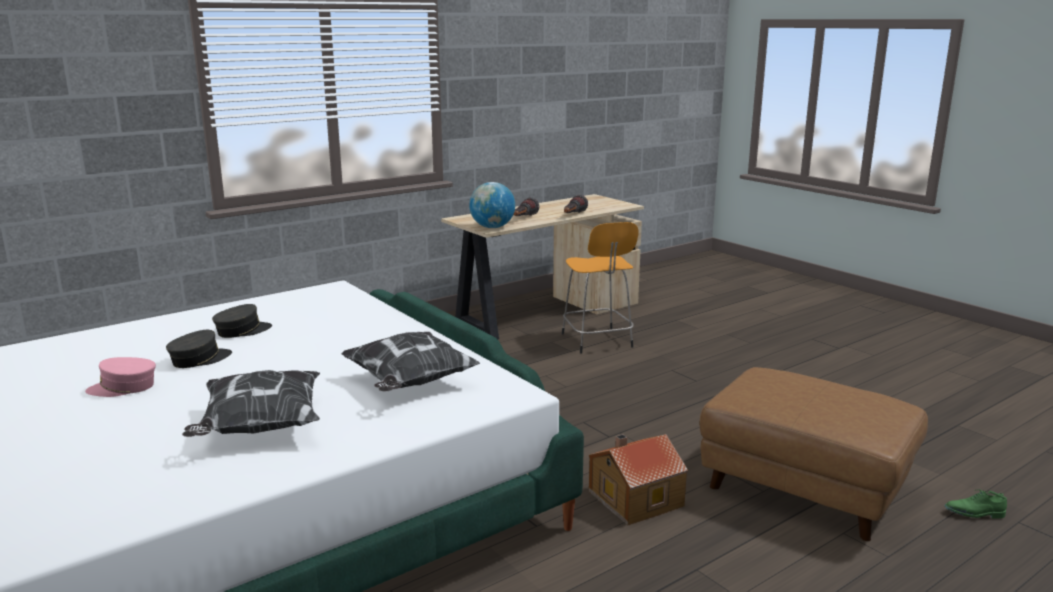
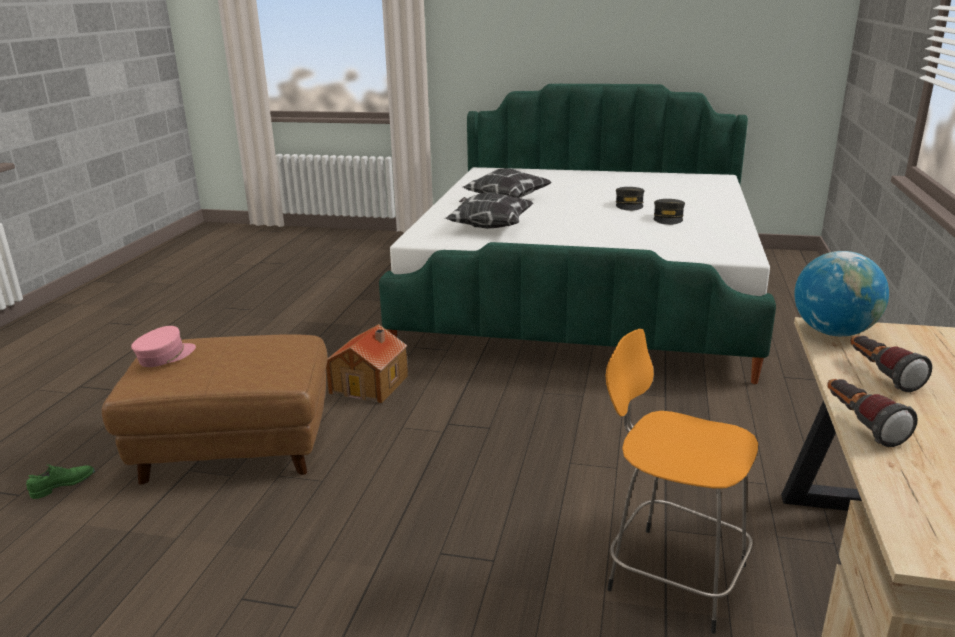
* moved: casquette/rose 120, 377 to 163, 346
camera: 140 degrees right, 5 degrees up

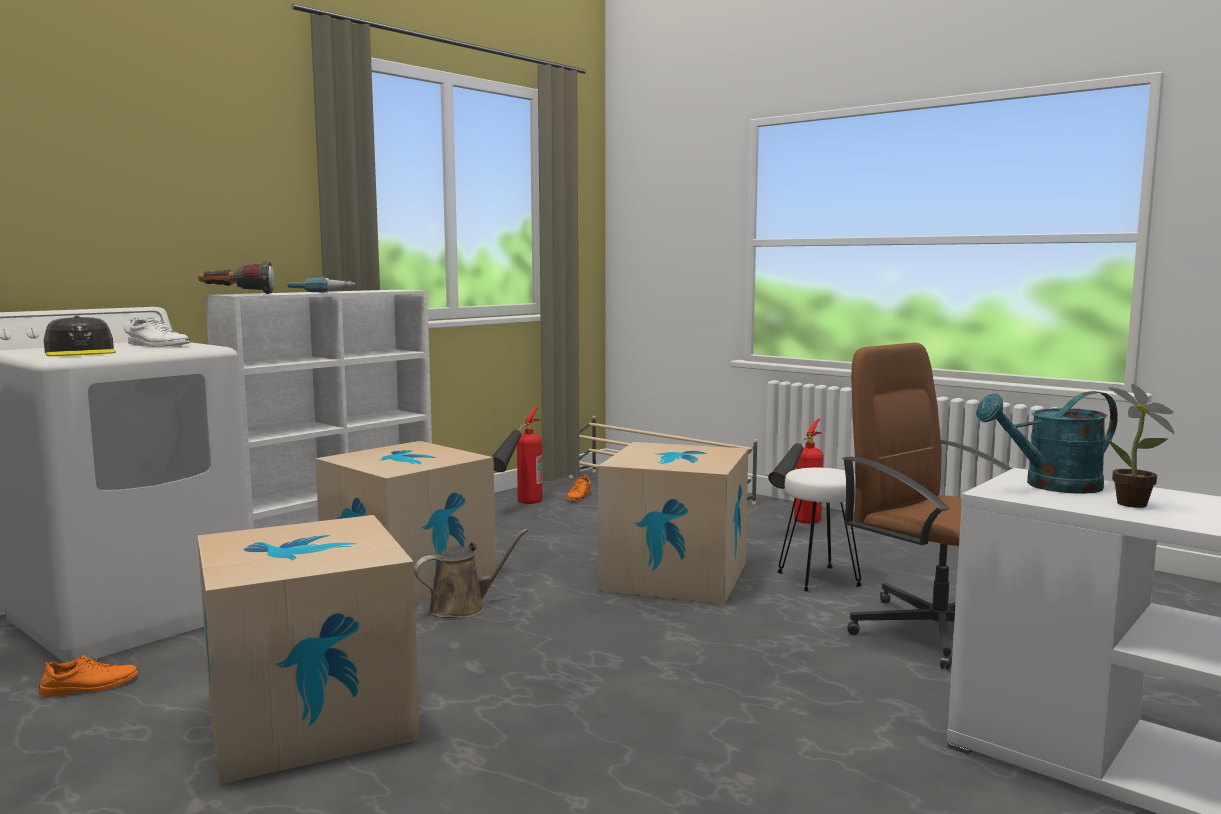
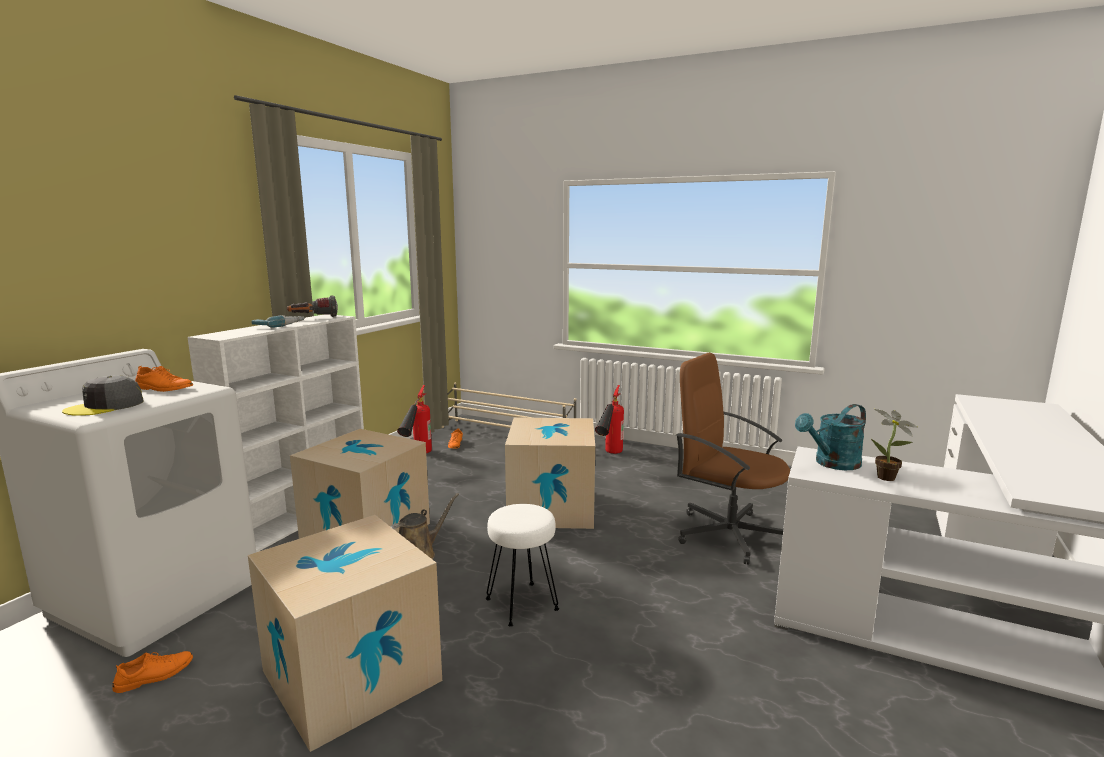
* turned: casquette/gris 80, 336 = 102, 395 90 degrees clockwise
* recoloured: chaussure/blanc 159, 332 to chaussure/orange 164, 379
* moved: lampe de poche 236, 277 to 312, 306
* moved: tabouret/blanc 819, 530 to 522, 565
camera: 15 degrees left, 5 degrees up

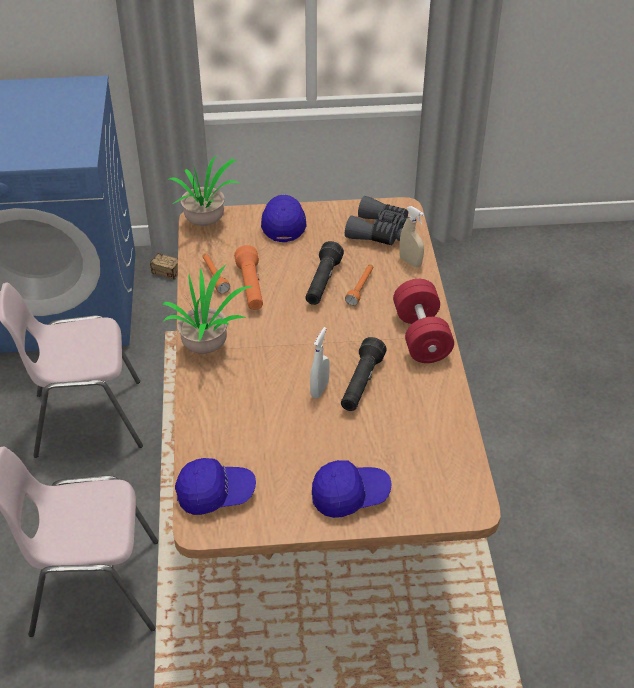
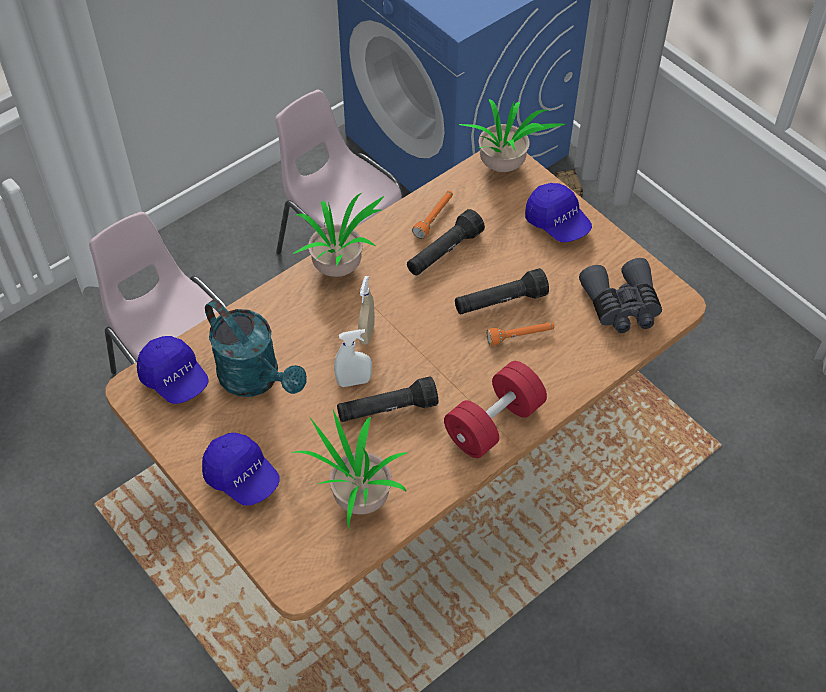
* recoloured: lampe de poche/orange 248, 277 to lampe de poche/noir 446, 242
* turned: casquette/bleu 283, 218 = 558, 212 90 degrees clockwise
* moved: vaporisateur/beige 411, 236 to 366, 310
* added: arrosoir/turquoise 256, 348
* added: plante en pot 349, 470
camera: 55 degrees right, 10 degrees up

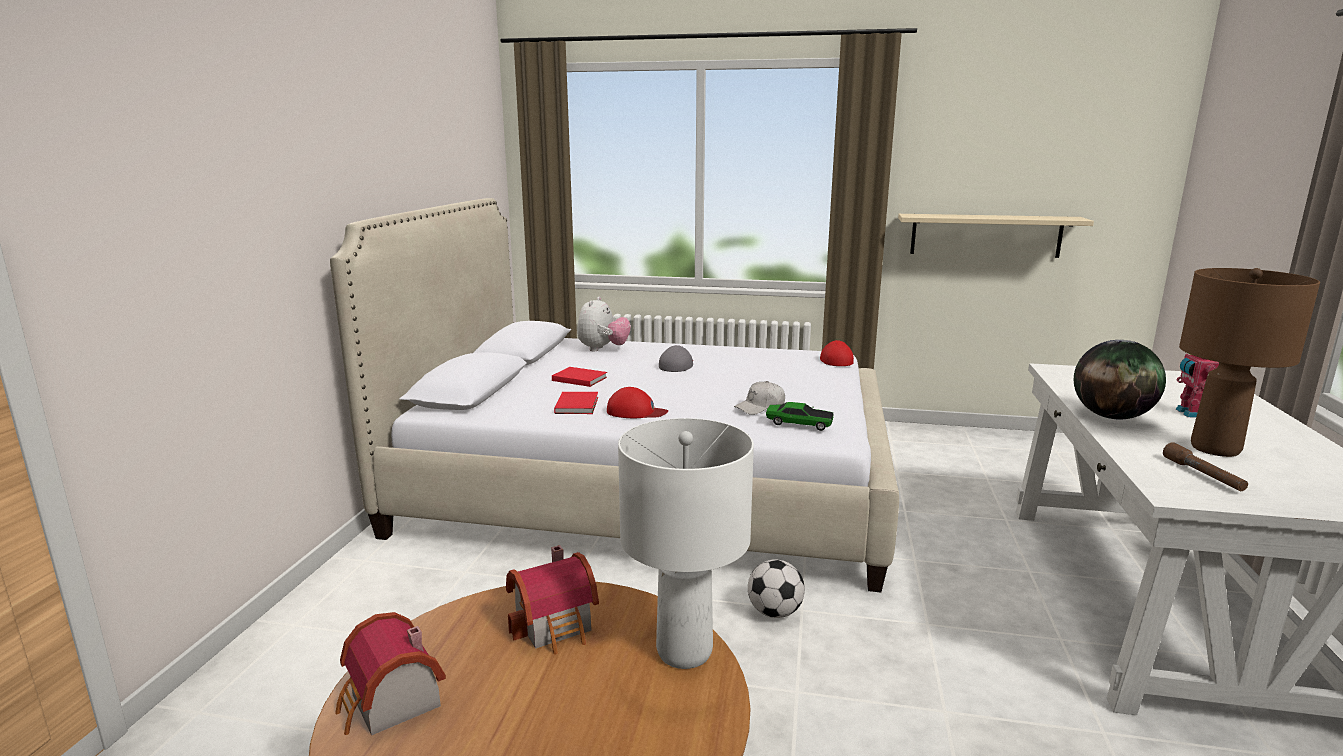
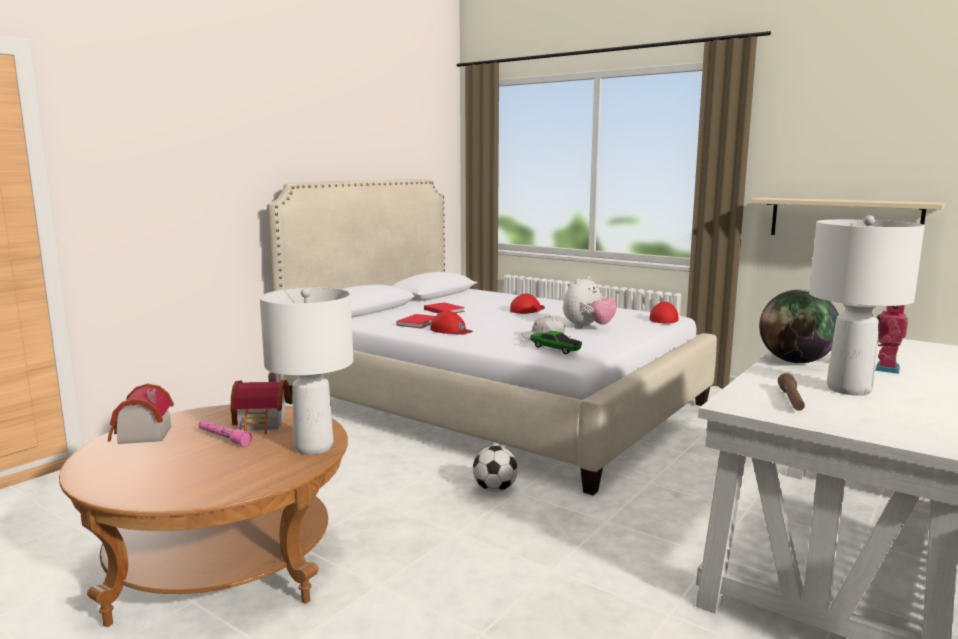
* moved: peluche 604, 324 to 590, 302
* recoloured: casquette/gris 676, 358 to casquette/rouge 527, 304
* recoloured: lampe de table/marron 1249, 362 to lampe de table/blanc 867, 305
* added: lampe de poche/rose 225, 433
camera: 25 degrees right, 5 degrees down

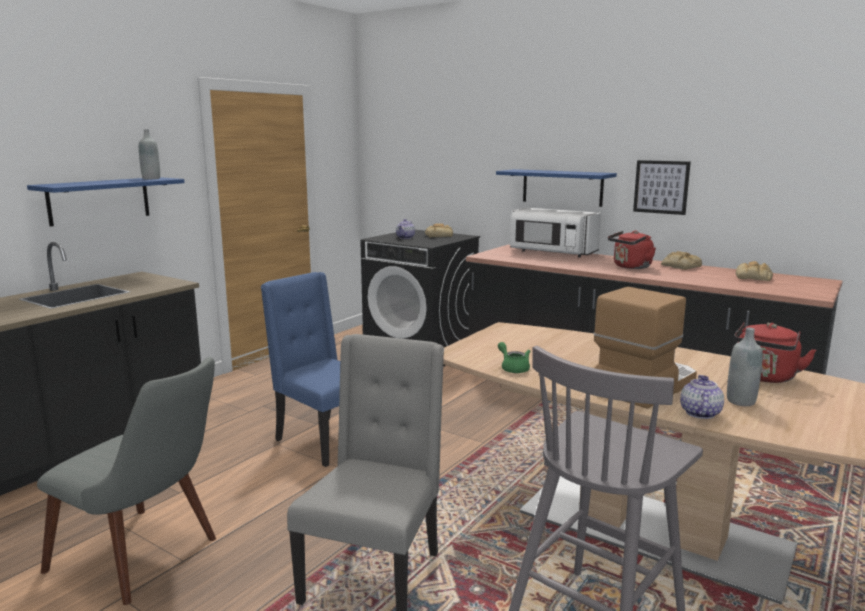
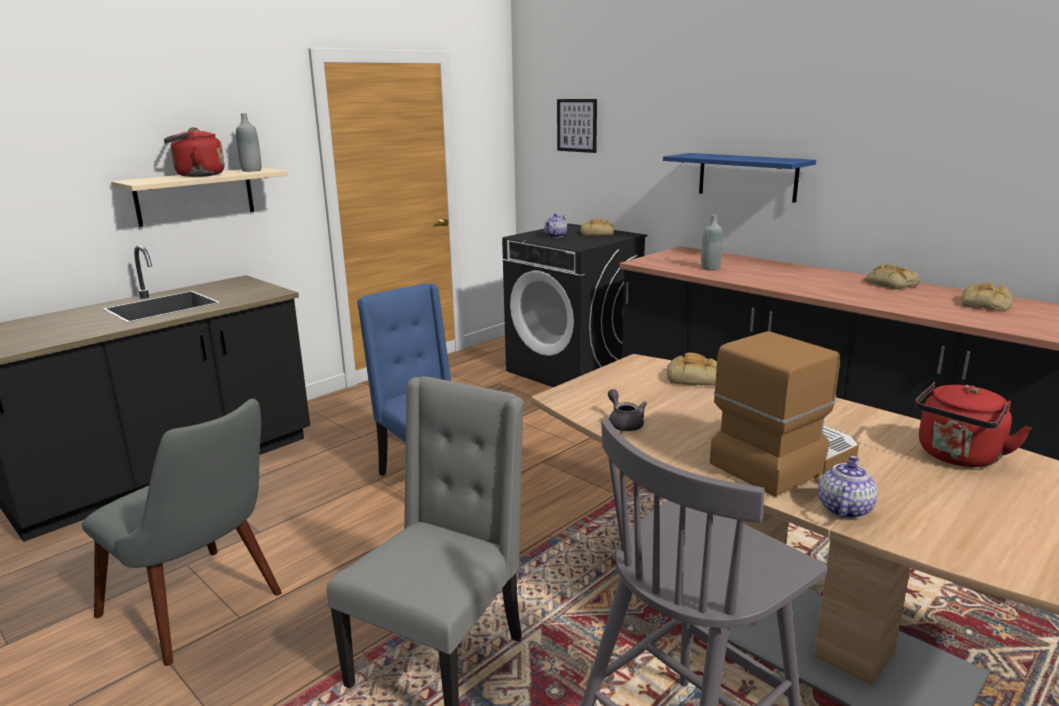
* recoloured: étagère/bleu 106, 202 to étagère/beige 199, 197
* recoloured: théière/vert 514, 357 to théière/gris 627, 410
* removed: micro-ondes/blanc 555, 232
* moved: bouilloire/rouge 632, 250 to 194, 152
* moved: tableau 662, 187 to 577, 126
* moved: bouteille/gris 745, 367 to 712, 242
* added: pain 692, 369
camera: 10 degrees right, 5 degrees up

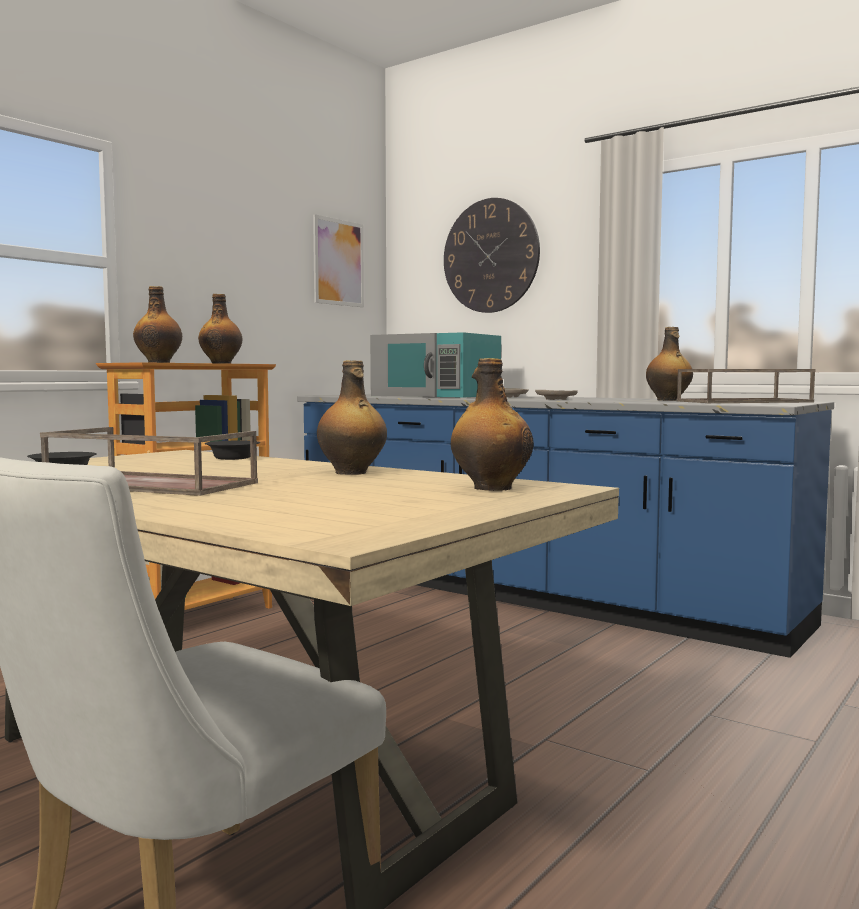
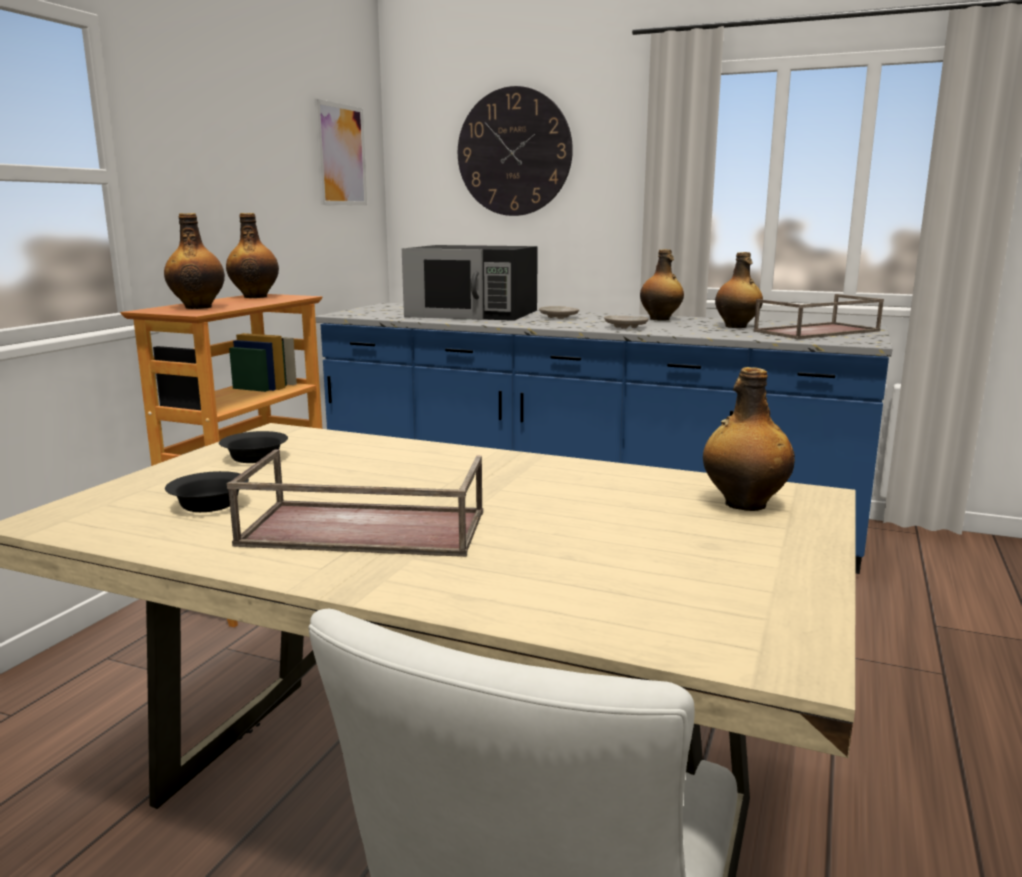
* moved: bol/noir 232, 450 to 253, 447
* moved: bouteille 352, 417 to 662, 285
* recoloured: micro-ondes/turquoise 435, 365 to micro-ondes/noir 470, 283
camera: 15 degrees left, 10 degrees up

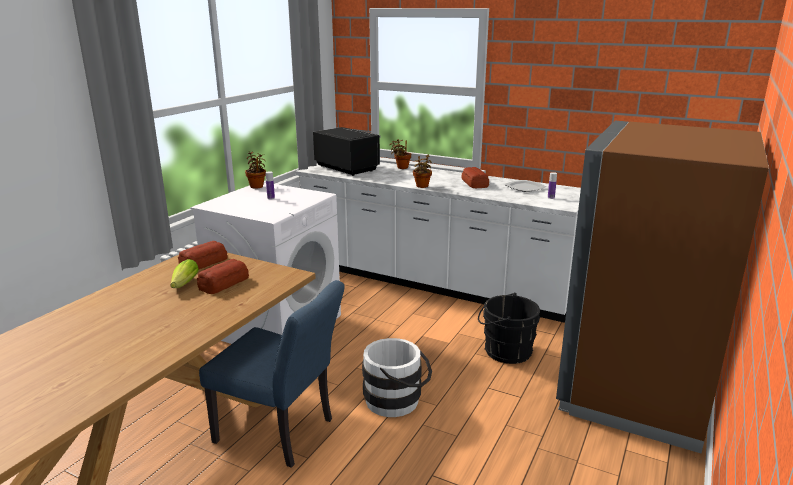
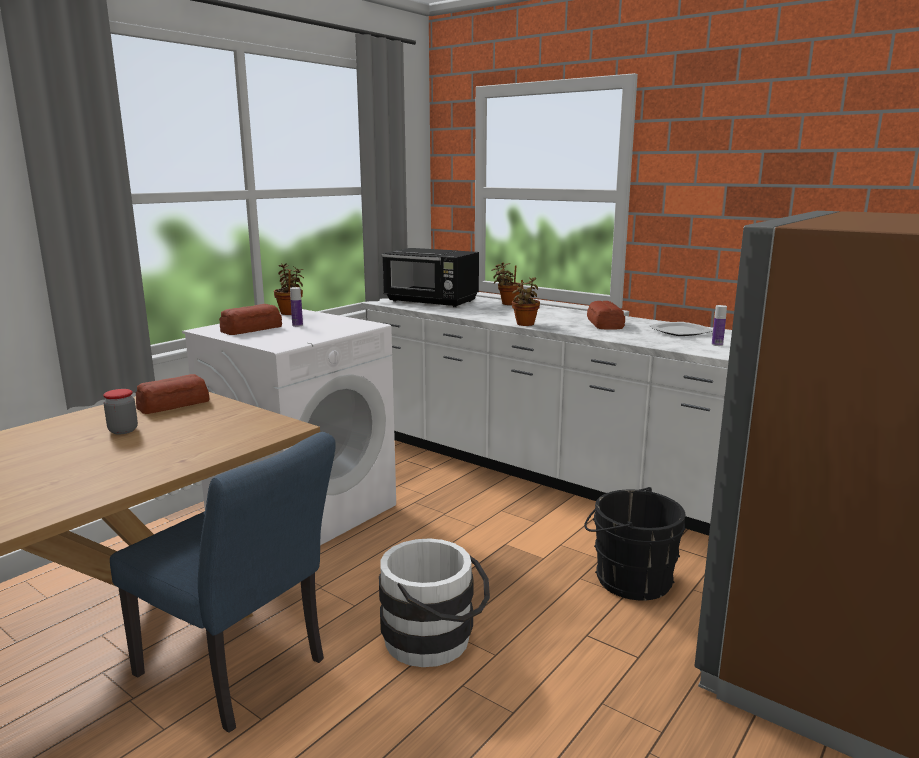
* replaced: laitue 185, 273 to bocal 120, 411
* moved: pain 223, 276 to 250, 319
* turned: micro-ondes/noir 346, 151 = 430, 277 150 degrees clockwise
camera: 10 degrees right, 5 degrees down

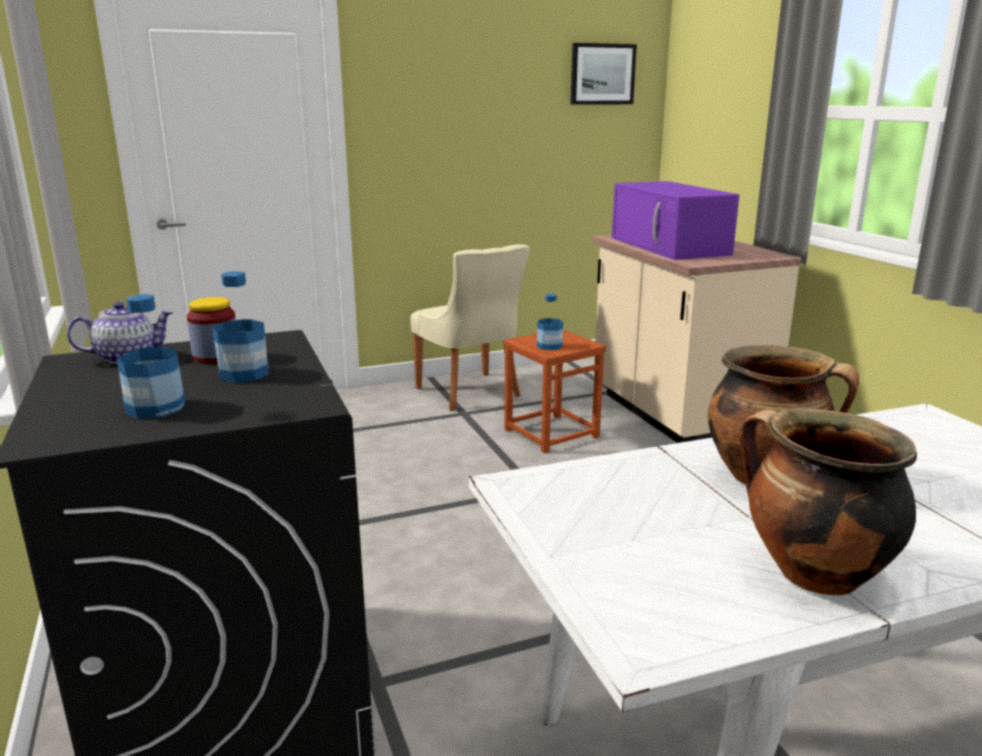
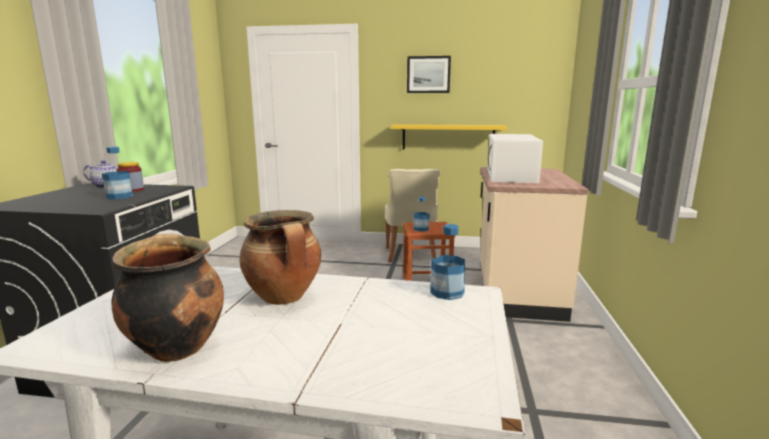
* moved: bouteille 150, 356 to 447, 262
* moved: tableau 604, 74 to 429, 74
* recoloured: micro-ondes/violet 675, 220 to micro-ondes/blanc 515, 158
* added: étagère/jaune 449, 137
camera: 30 degrees right, 5 degrees down

